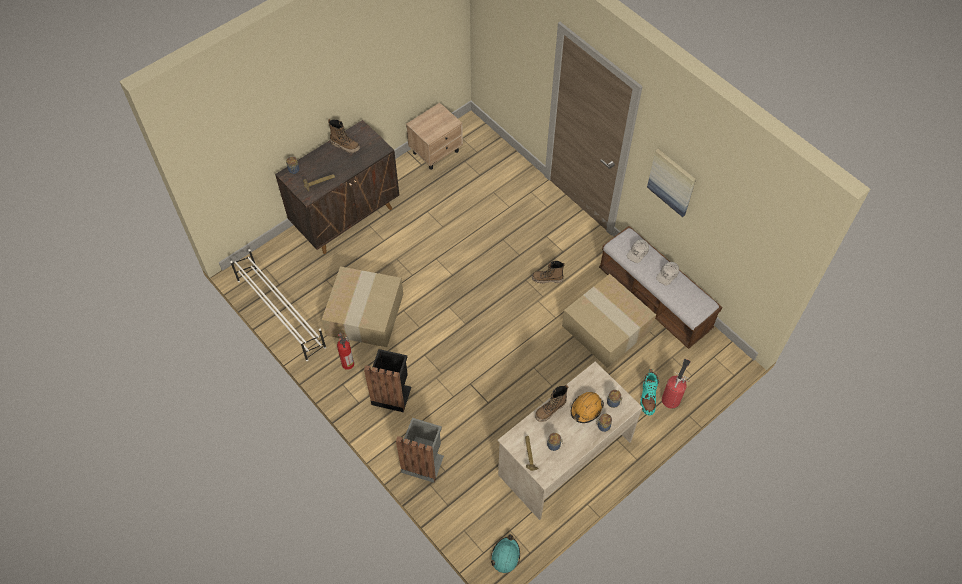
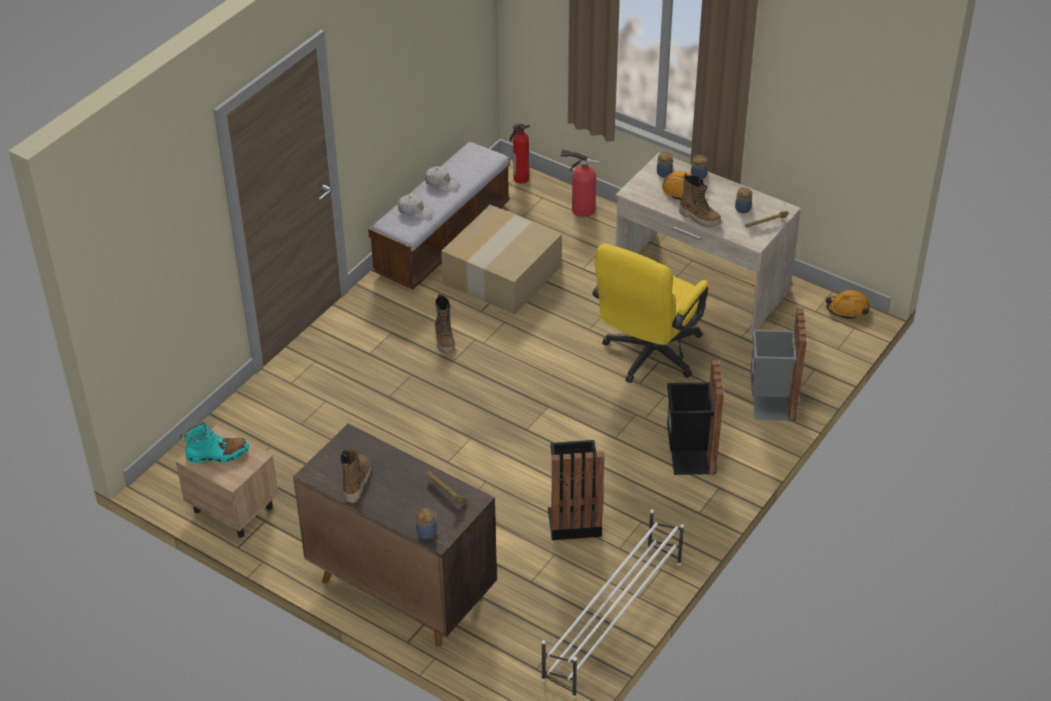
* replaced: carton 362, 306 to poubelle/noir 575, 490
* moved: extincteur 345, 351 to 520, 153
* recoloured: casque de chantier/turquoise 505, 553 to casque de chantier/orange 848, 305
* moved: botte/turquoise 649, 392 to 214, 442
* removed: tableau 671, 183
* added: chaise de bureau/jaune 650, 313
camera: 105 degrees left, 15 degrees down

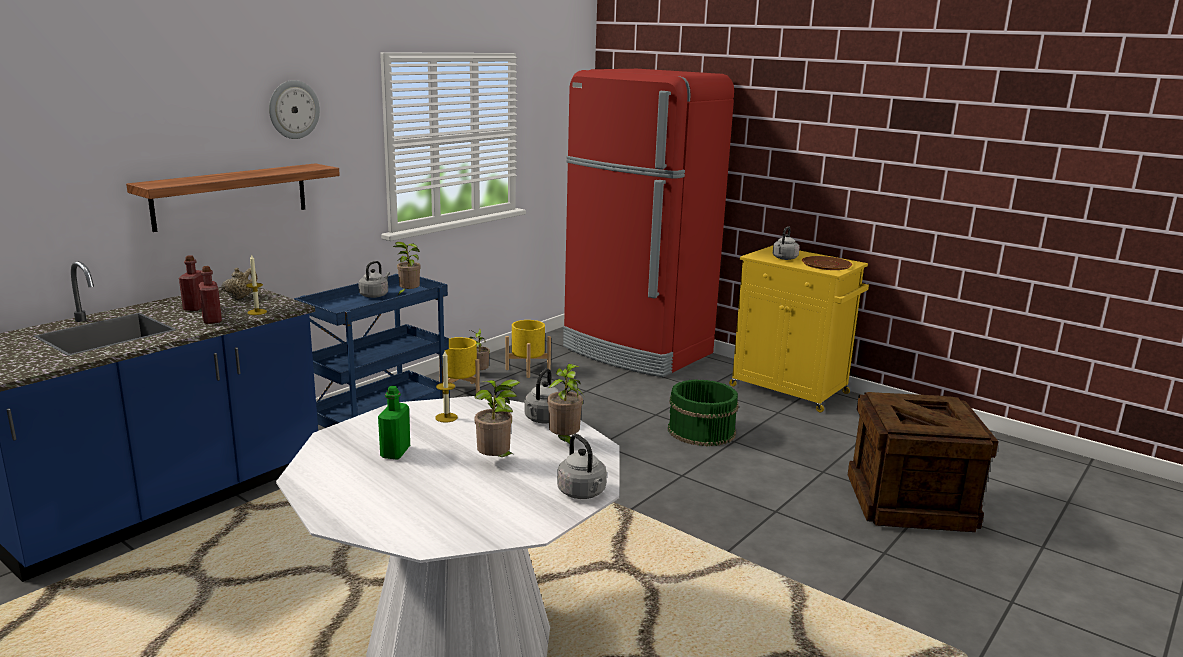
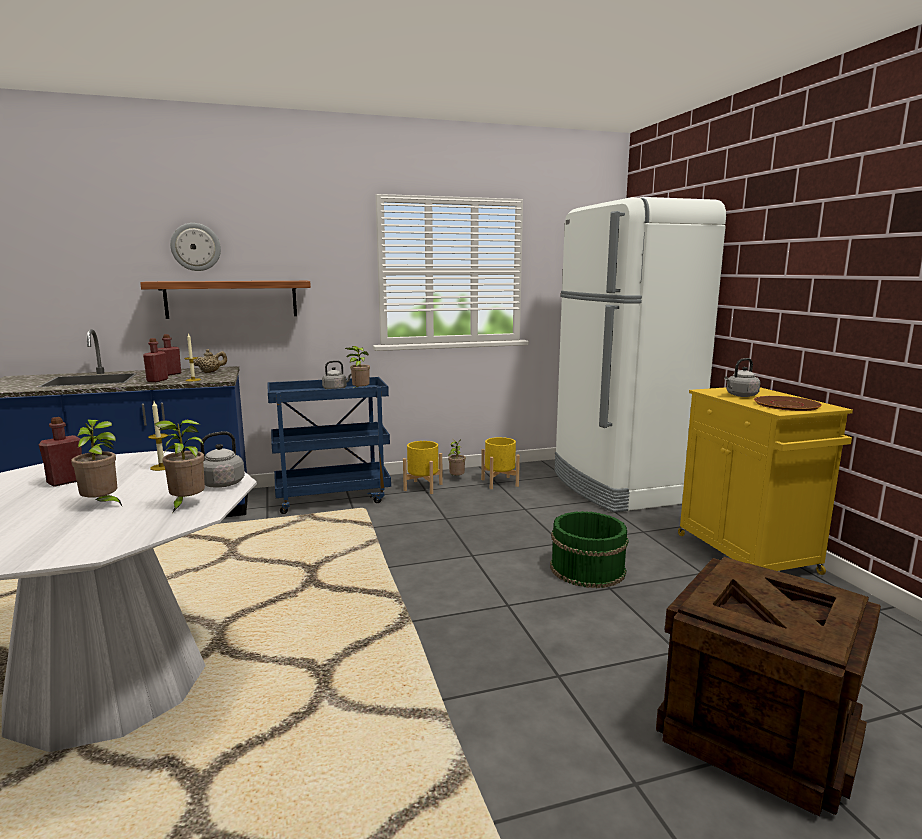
* moved: horloge murale 294, 109 to 195, 247
* recoloured: bouteille/vert 394, 423 to bouteille/rouge 60, 452
* removed: bouilloire/gris 582, 466
* recoloured: réfrigérateur/rouge 648, 223 to réfrigérateur/blanc 640, 355
camera: 35 degrees right, 5 degrees down

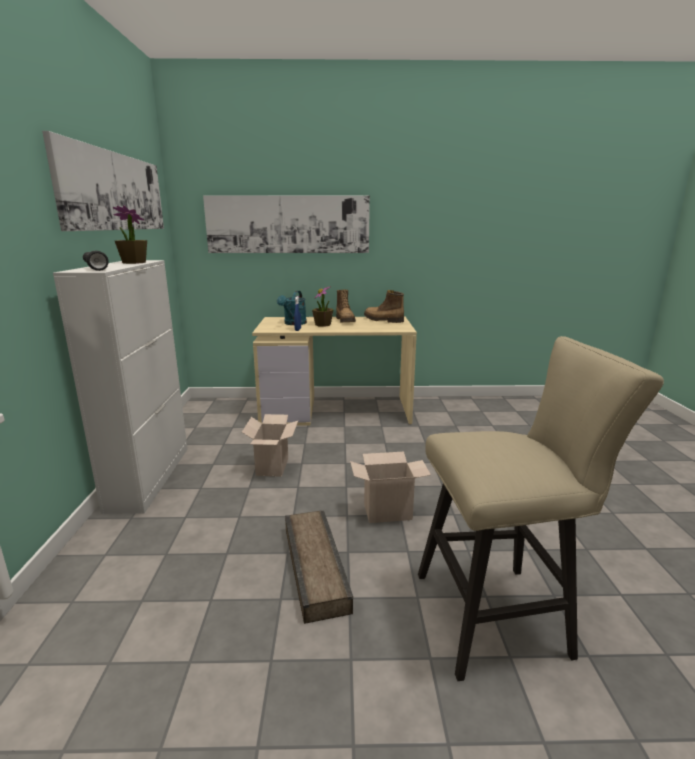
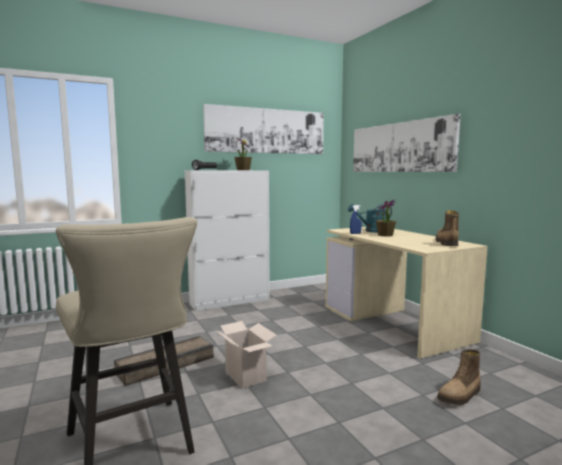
* removed: carton 270, 445
* moved: botte 346, 306 to 459, 377
camera: 65 degrees right, 10 degrees down

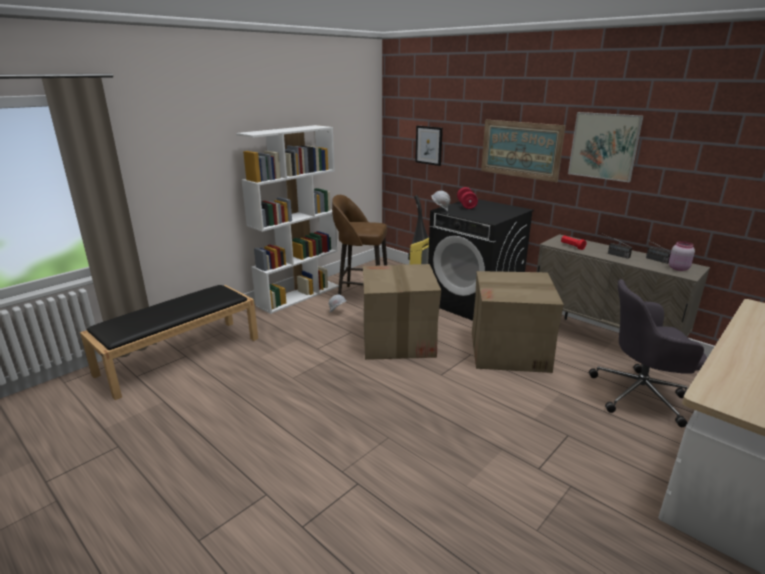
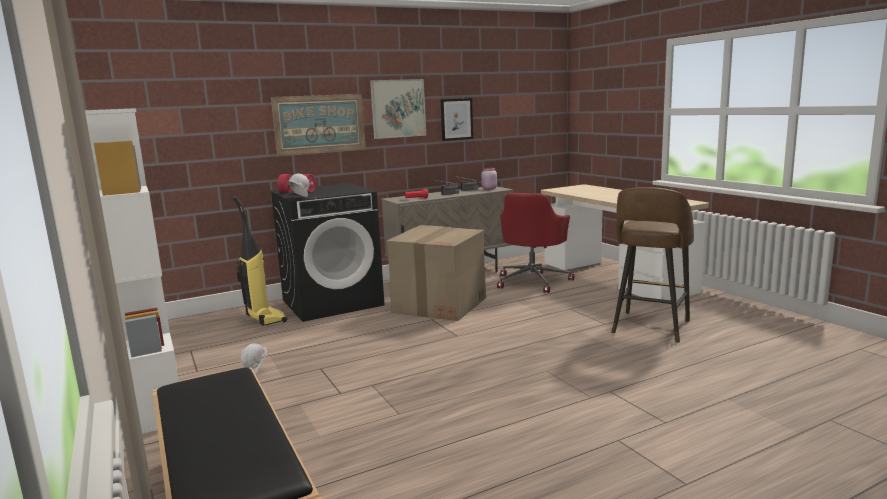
* moved: tabouret/marron 359, 245 to 653, 265
* removed: carton 402, 312
* moved: tableau 429, 146 to 457, 119
* recoloured: chaise de bureau/gris 648, 353 to chaise de bureau/rouge 535, 243
camera: 70 degrees left, 10 degrees down

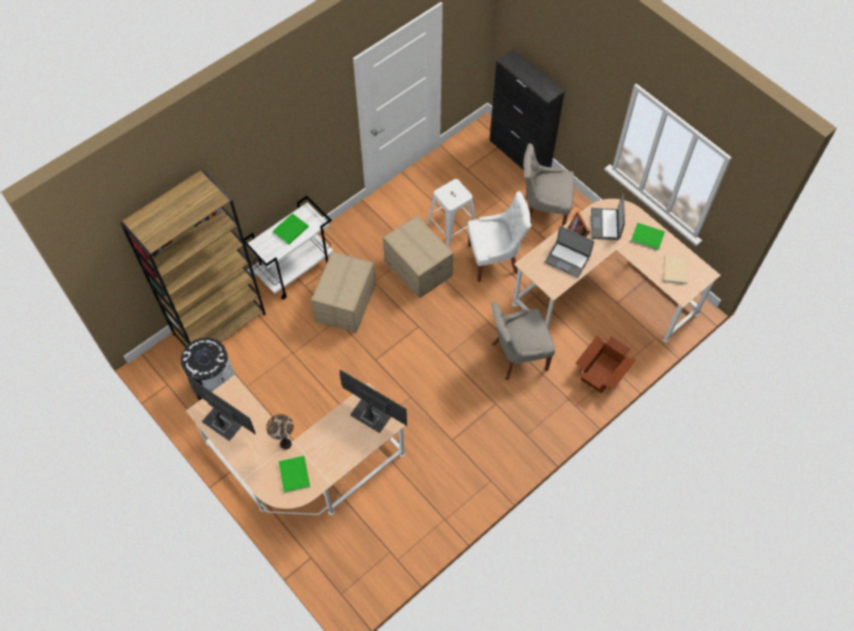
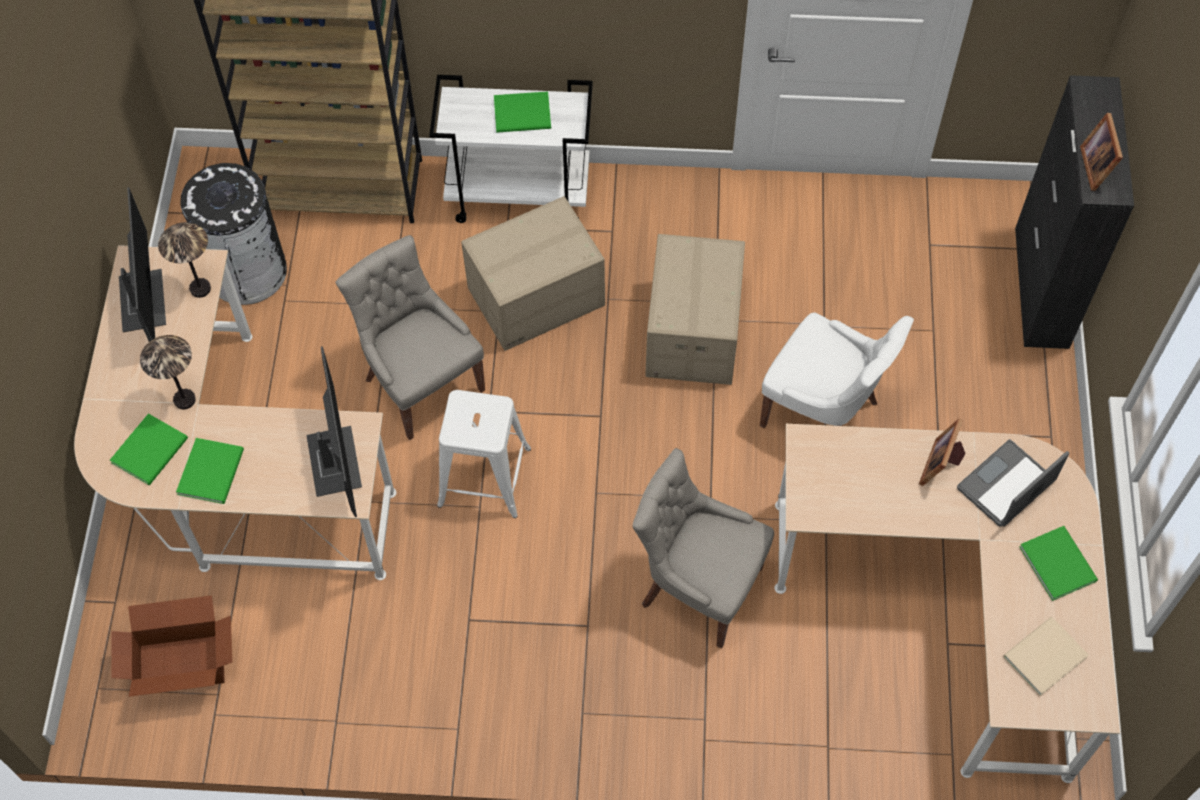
* moved: tabouret/blanc 450, 213 to 484, 454
* moved: chaise/gris 548, 184 to 410, 337
* removed: ordinateur portable 569, 252
* moved: carton 605, 364 to 171, 646
* added: lampe de table 184, 260
* added: livre/vert 210, 471
* added: cadre photo 1101, 152
camera: 45 degrees right, 0 degrees up

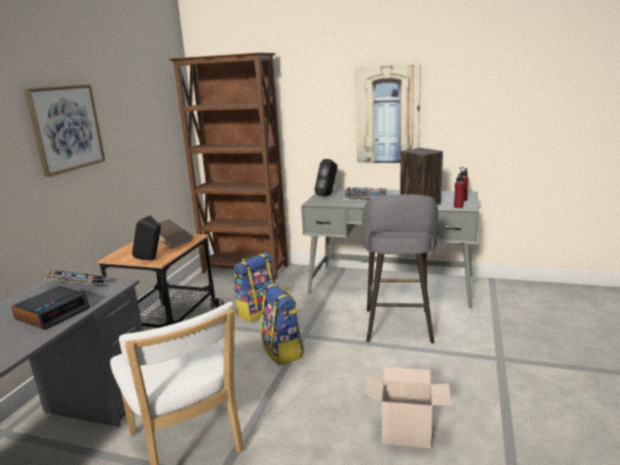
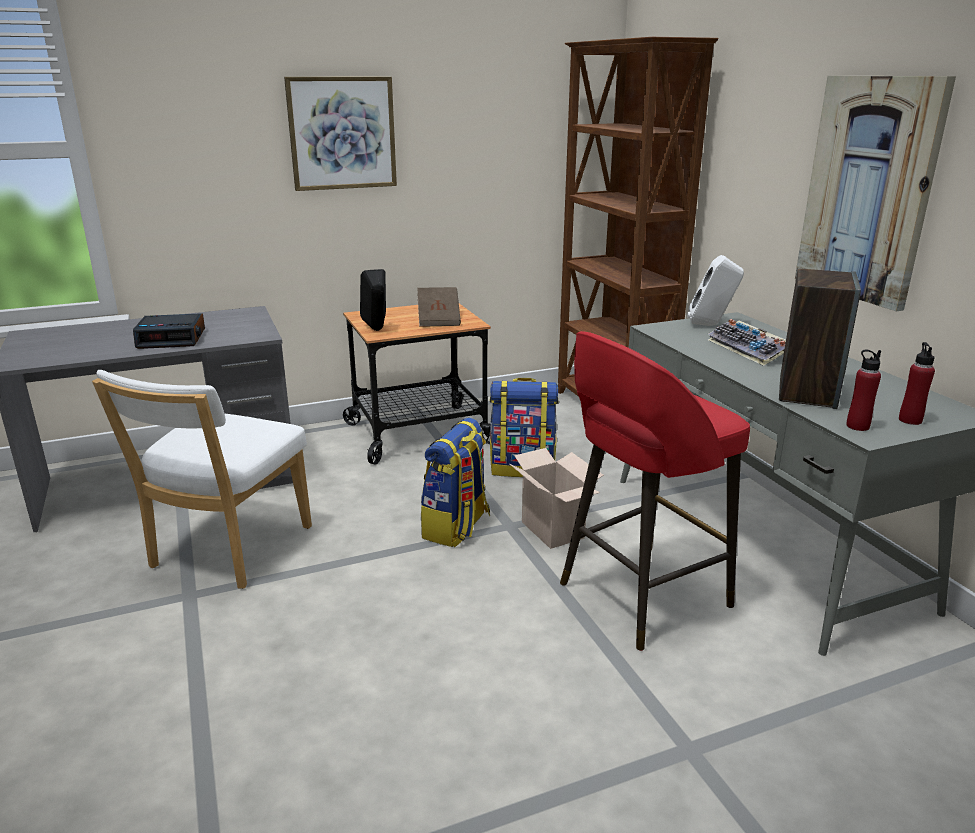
* removed: clavier 76, 277
* recoloured: enceinte/noir 326, 177 to enceinte/blanc 715, 290
* recoloured: tabouret/gris 400, 269 to tabouret/rouge 655, 491
* moved: carton 408, 407 to 556, 498
camera: 50 degrees right, 5 degrees up

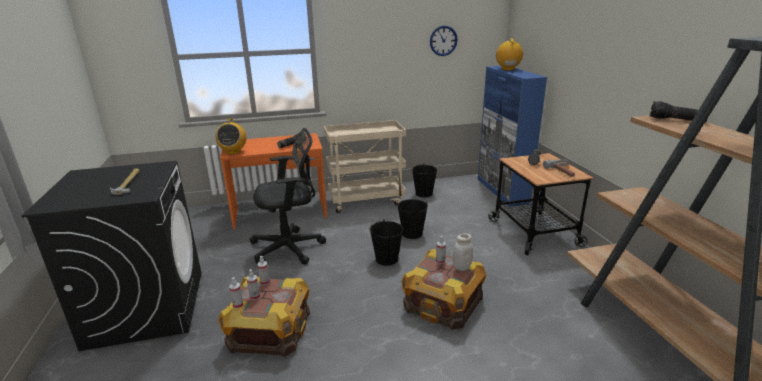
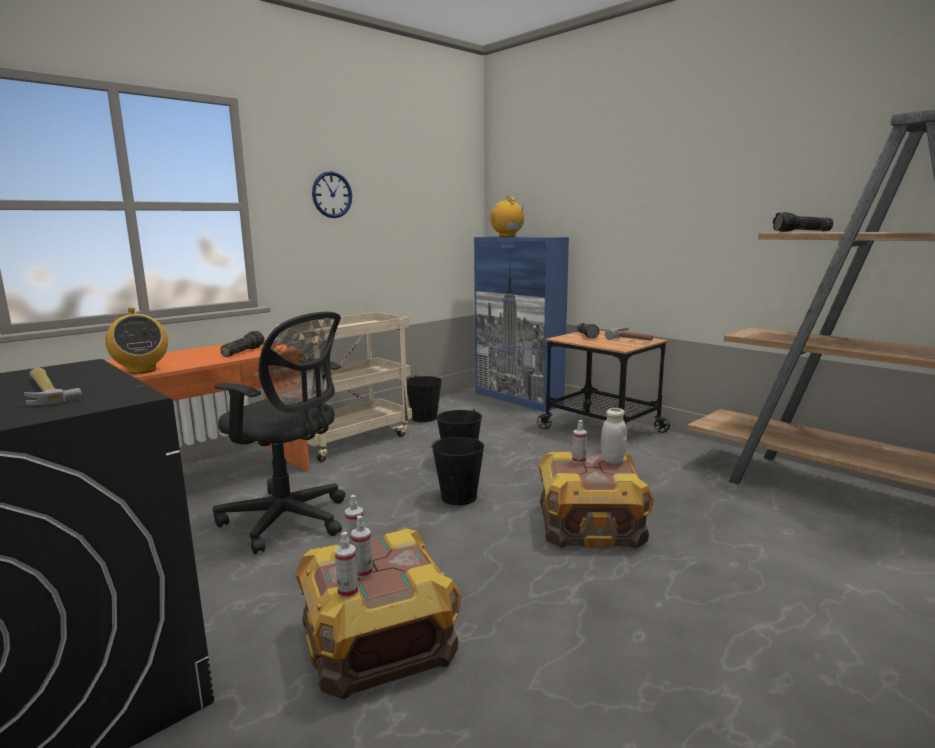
* turned: chaise de bureau/noir 288, 196 = 279, 433 75 degrees clockwise
* moved: horloge murale 443, 41 to 332, 194
camera: 30 degrees left, 10 degrees down

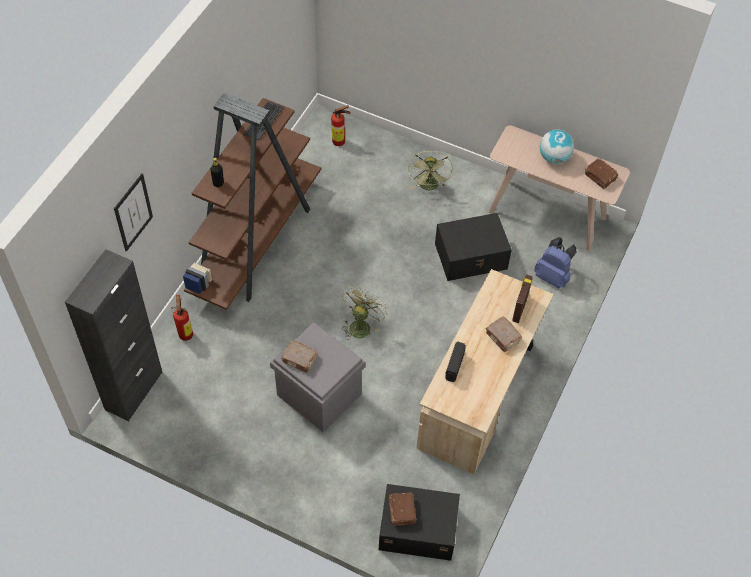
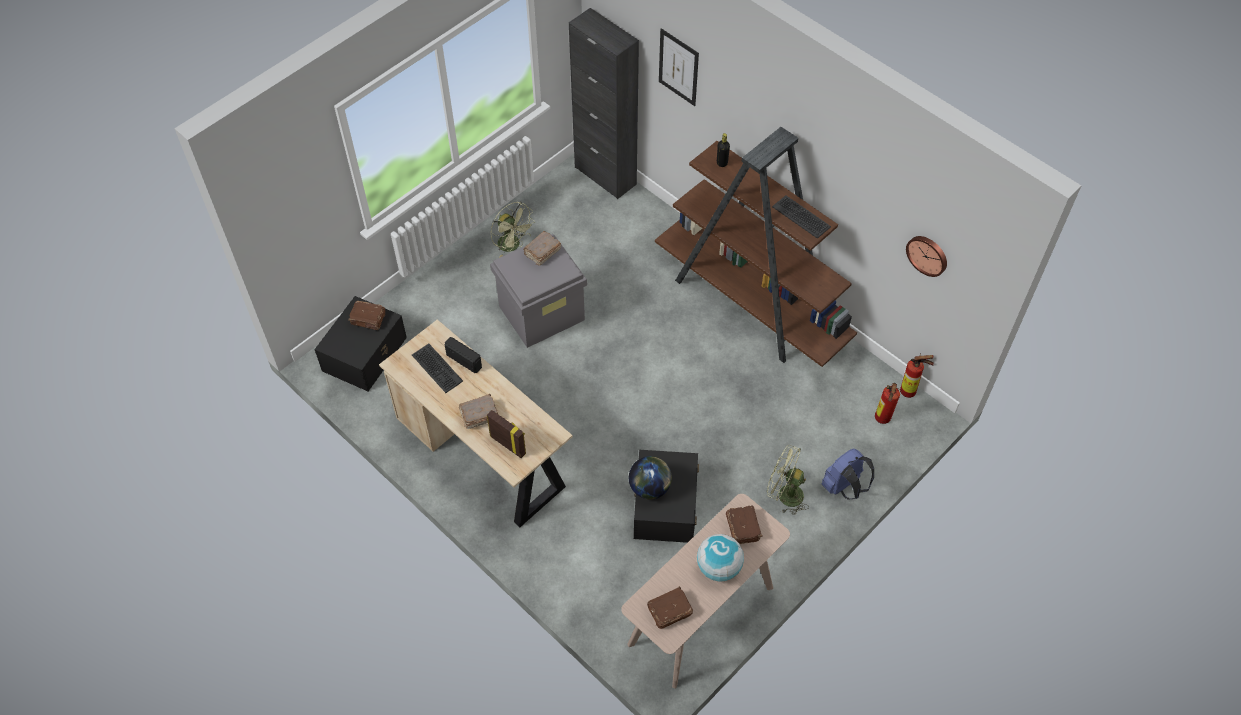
* moved: extincteur 183, 318 to 916, 376
* moved: ventilateur/vert 365, 312 to 513, 230
* moved: sac à dos/bleu 555, 262 to 848, 474
* added: clavier 437, 368
* added: globe 650, 478
* added: livre/marron 744, 524
* added: horloge murale 926, 256
camera: 110 degrees right, 0 degrees up

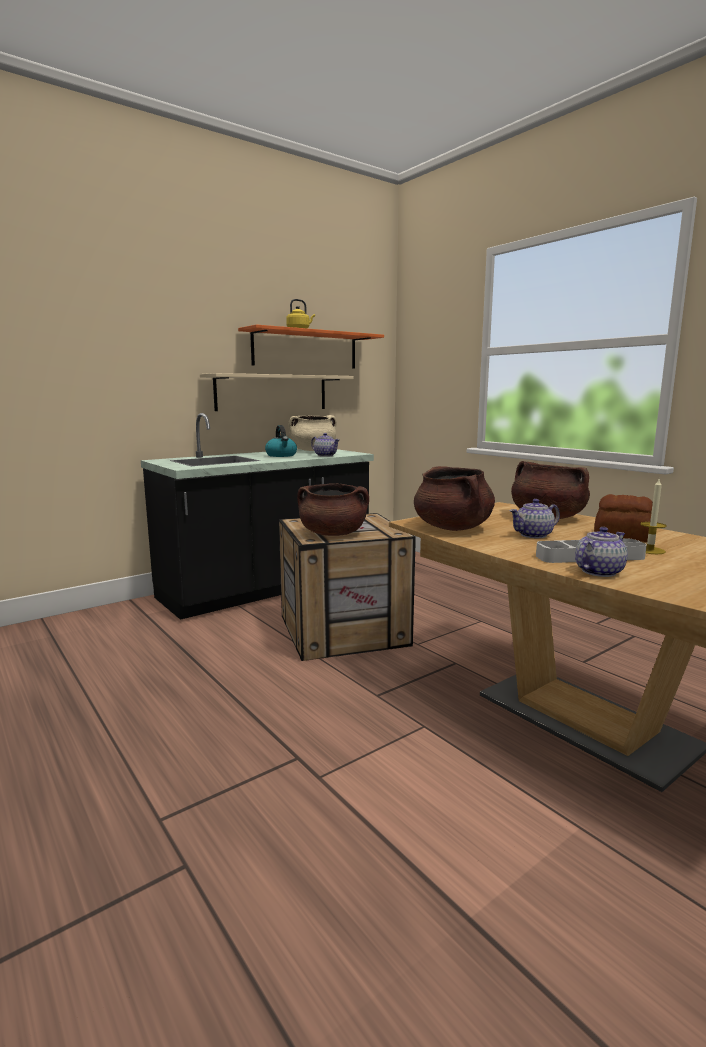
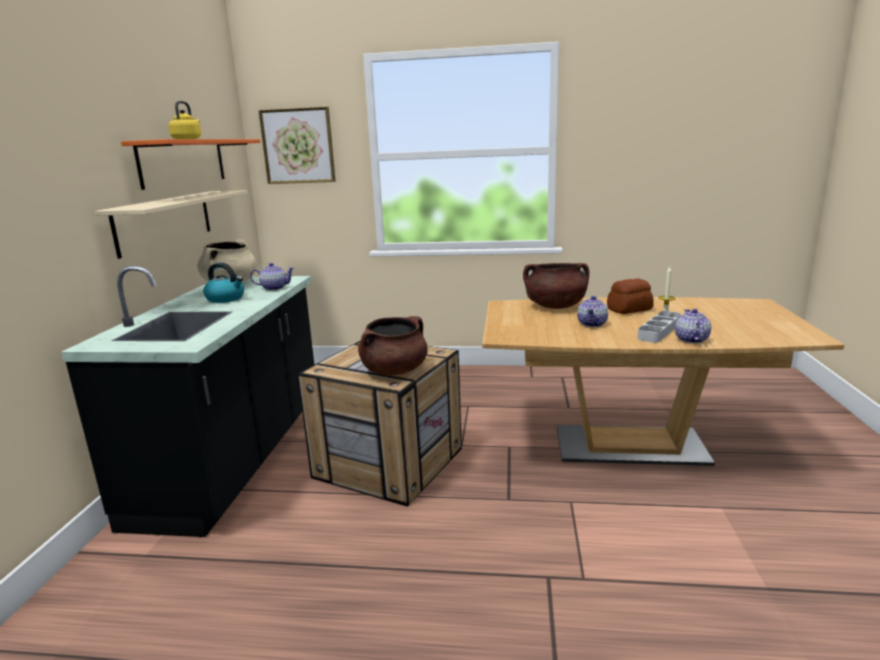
* removed: marmite/marron 454, 498
* added: tableau 297, 145
camera: 45 degrees left, 5 degrees up

